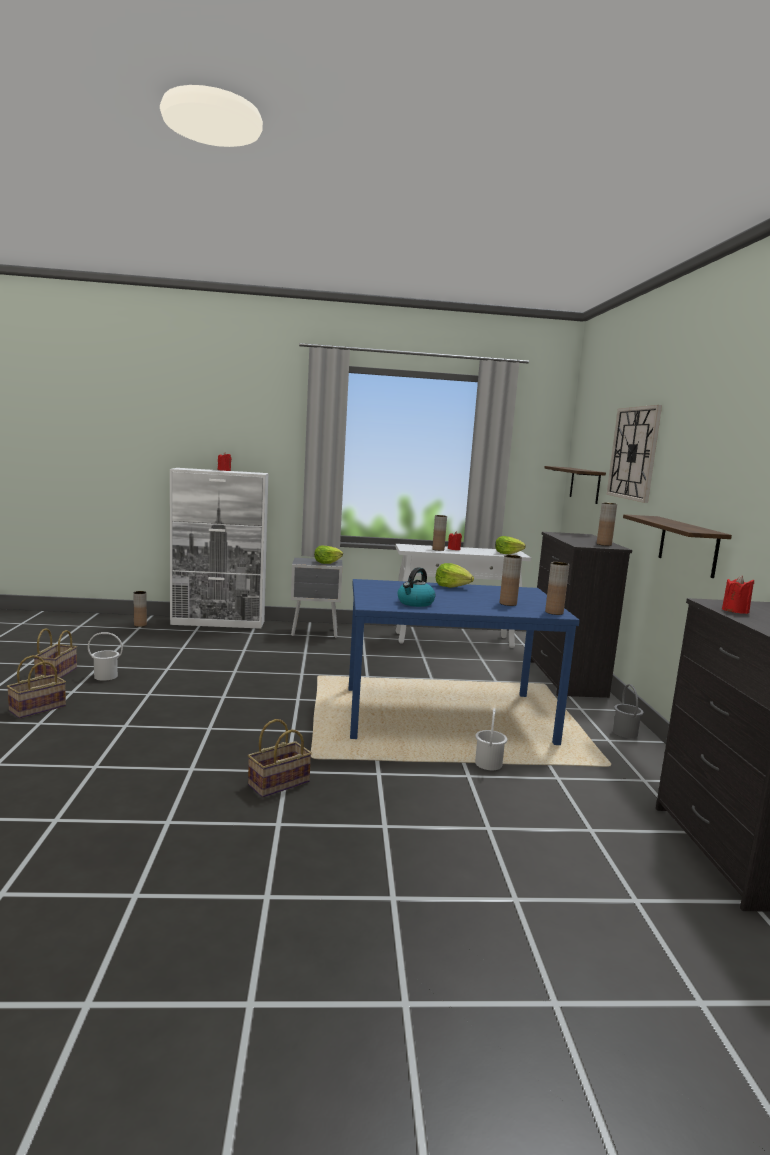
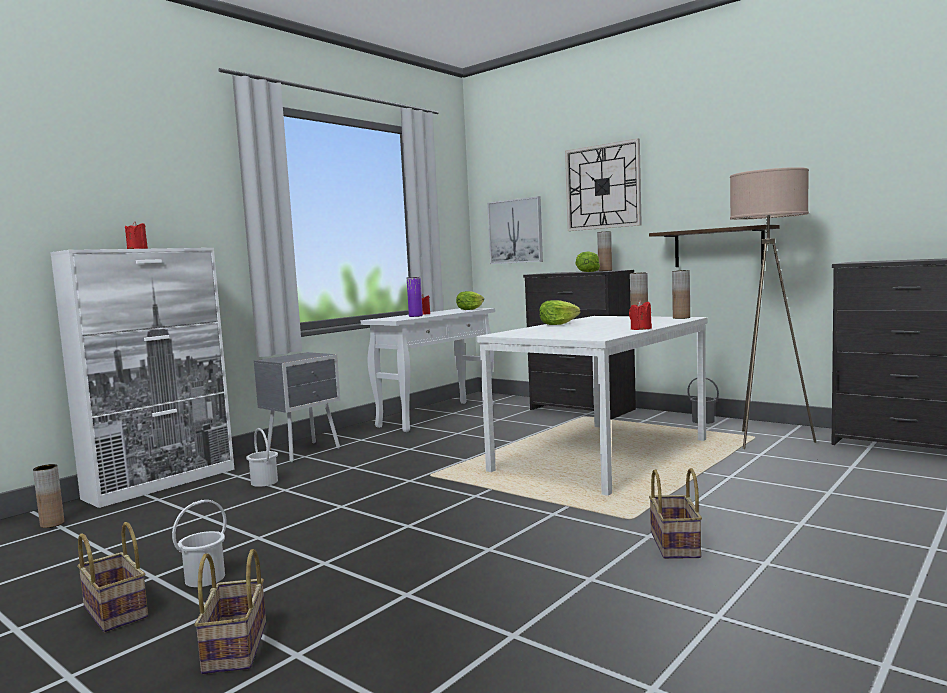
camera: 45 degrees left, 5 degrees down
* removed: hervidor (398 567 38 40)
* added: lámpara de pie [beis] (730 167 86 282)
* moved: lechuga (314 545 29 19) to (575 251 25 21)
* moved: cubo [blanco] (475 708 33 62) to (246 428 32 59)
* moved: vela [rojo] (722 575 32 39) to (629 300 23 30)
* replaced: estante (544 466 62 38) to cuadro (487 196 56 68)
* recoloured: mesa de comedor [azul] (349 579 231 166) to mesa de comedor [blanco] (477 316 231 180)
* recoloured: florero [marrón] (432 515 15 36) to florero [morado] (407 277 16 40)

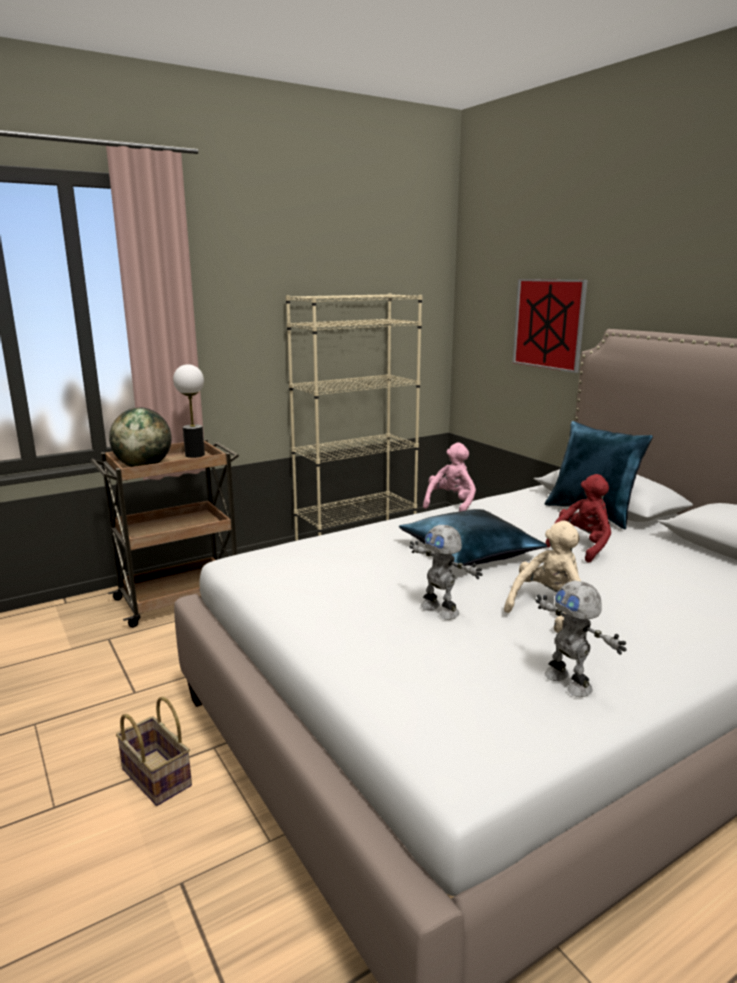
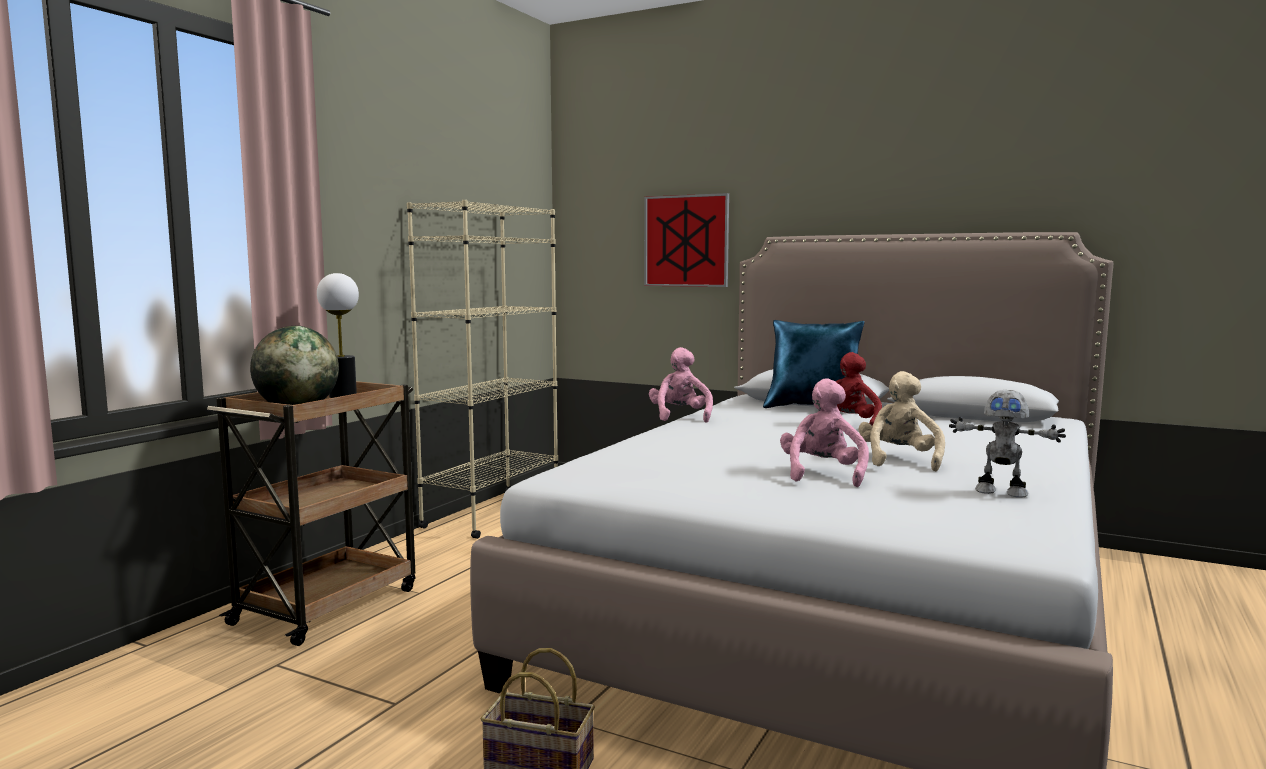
camera: 30 degrees left, 10 degrees down
* removed: cojín [azul] (399 509 148 58)
* replaced: robot de juguete (409 525 74 95) to peluche [rosa] (780 378 89 109)

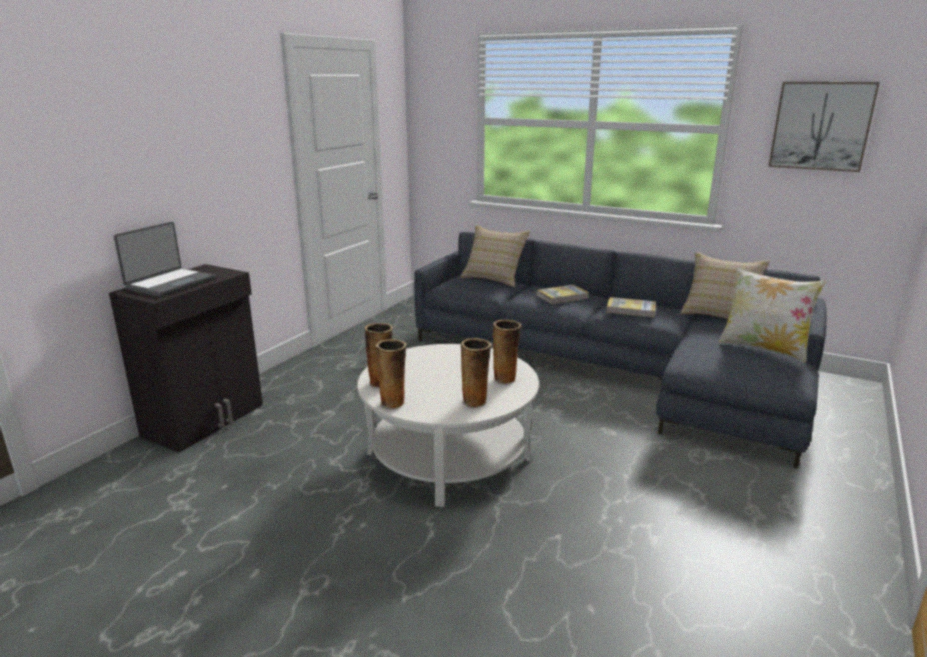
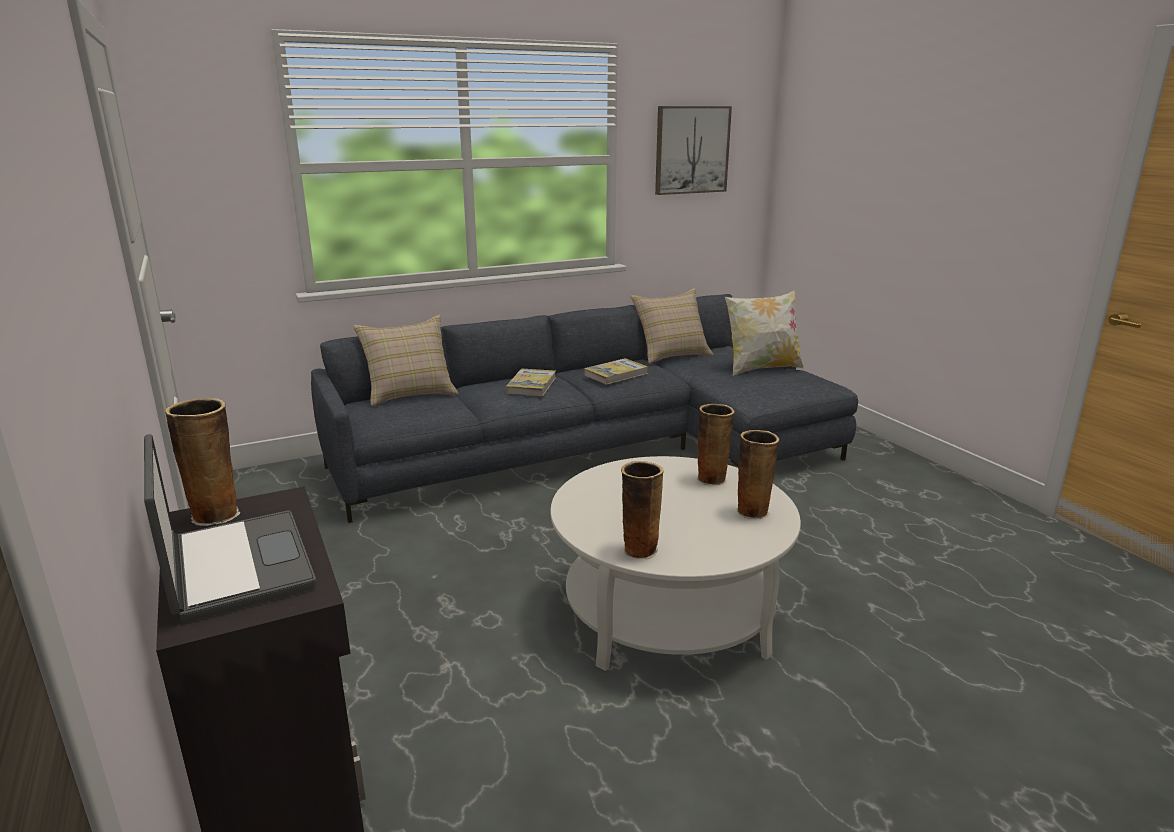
camera: 55 degrees left, 0 degrees up
* moved: florero (376 339 31 70) to (165 398 75 128)

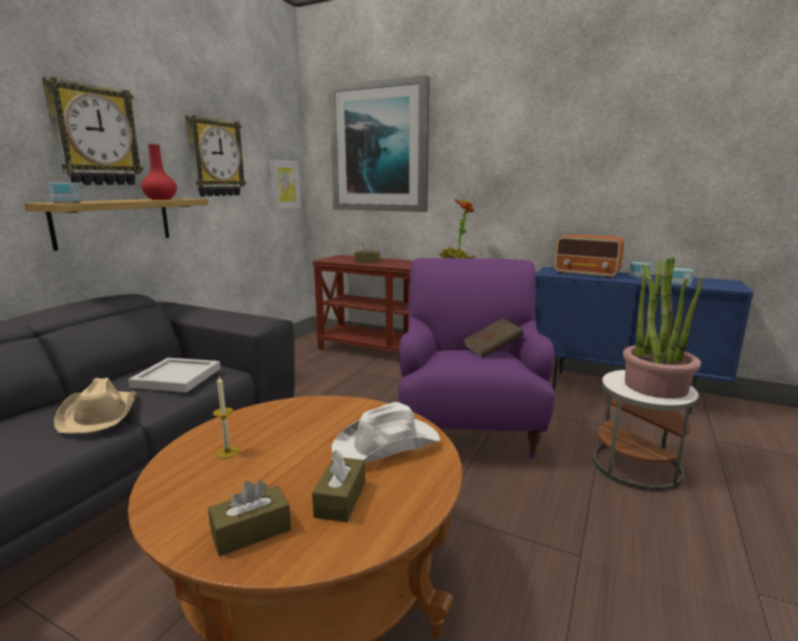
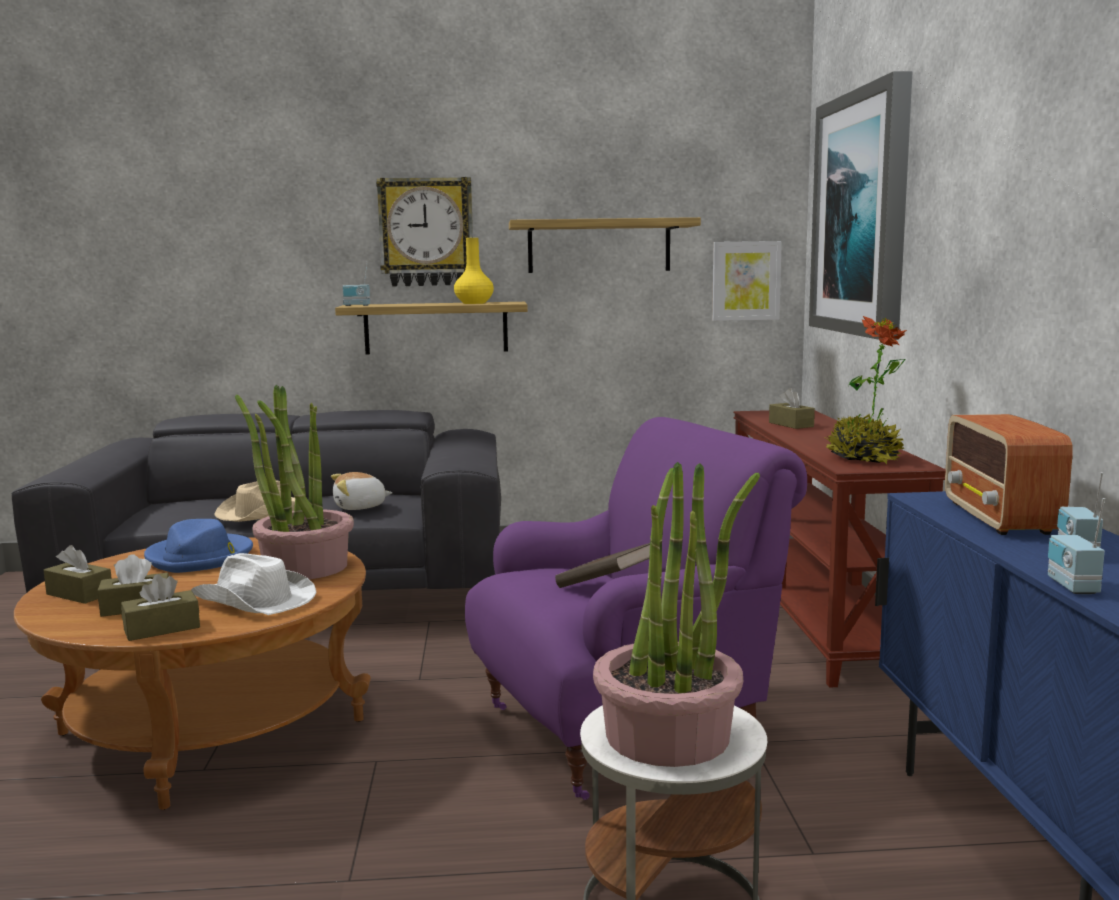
camera: 60 degrees right, 5 degrees down
* added: caja de pañuelos [marrón] (121 574 79 67)
* added: planta en maceta (235 384 119 195)
* replaced: bandeja [blanco] (128 358 93 34) to peluche (331 472 61 38)
* replaced: reloj de pared (185 115 61 81) to estante (509 217 192 56)
* replaced: vela (213 377 26 81) to sombrero [azul] (144 519 109 54)
* recoloured: florero [rojo] (141 144 36 56) to florero [amarillo] (454 238 40 66)

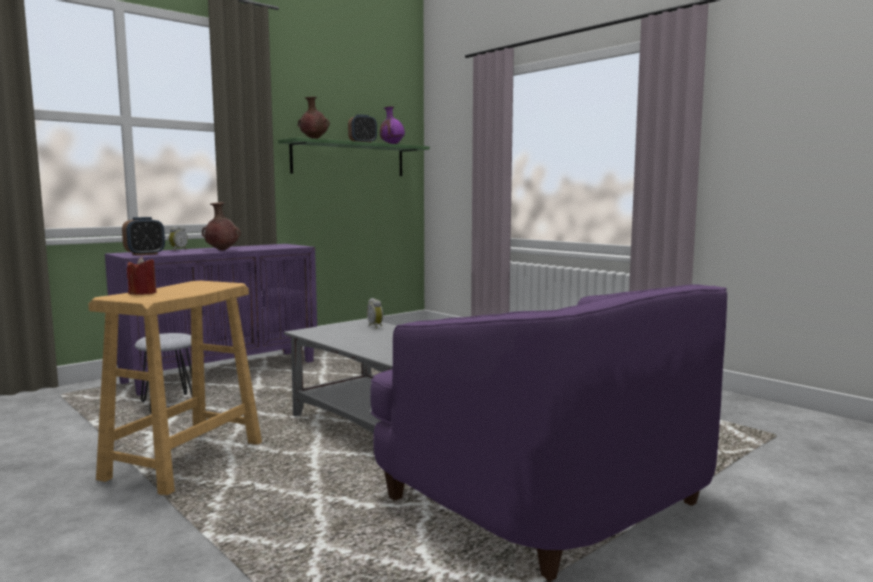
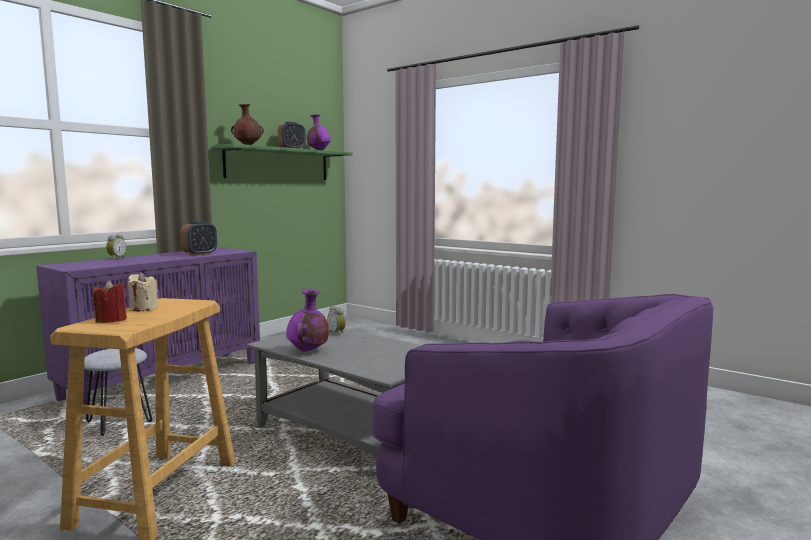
camera: 10 degrees left, 0 degrees up
* removed: florero [marrón] (202 202 39 48)
* added: vela [beis] (128 273 31 38)
* added: florero [morado] (286 289 43 63)
* moved: despertador (122 217 43 39) to (180 221 37 35)

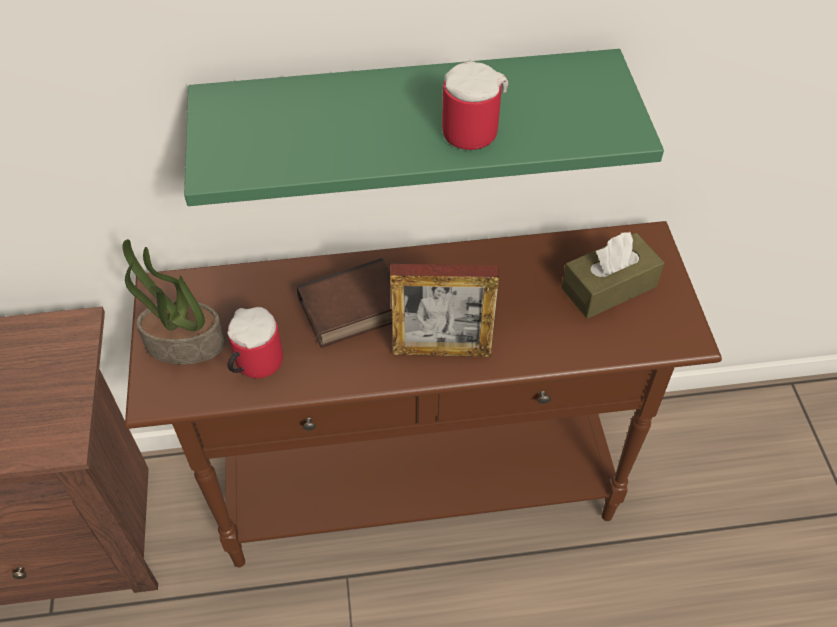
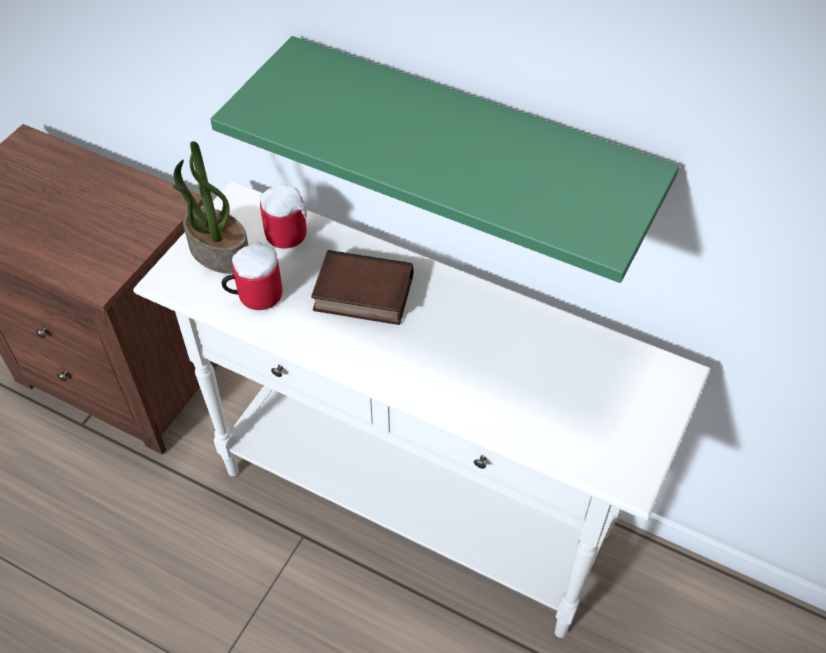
camera: 35 degrees right, 0 degrees up
* removed: portarretratos (390 264 109 93)
* removed: caja de pañuelos [marrón] (561 231 103 88)
* moved: taza grande (442 61 66 89) to (260 185 47 64)
* recoloured: mesa consola [marrón] (125 221 597 346) to mesa consola [blanco] (133 181 578 457)

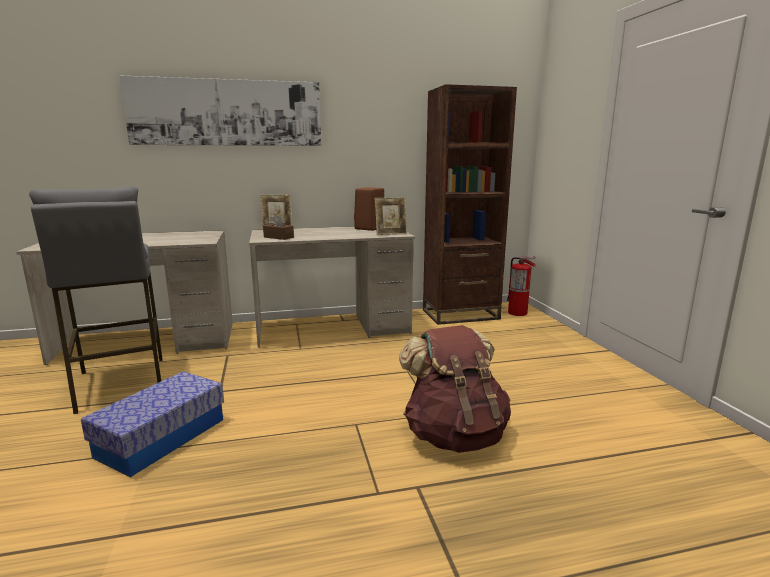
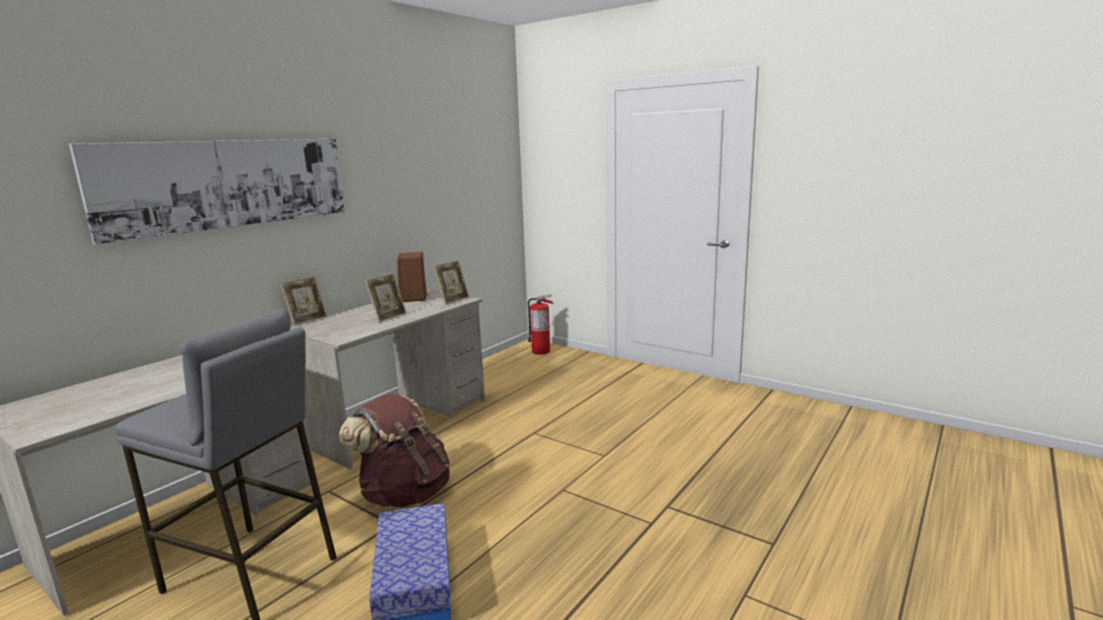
camera: 40 degrees left, 0 degrees up
* removed: caja de pañuelos [marrón] (263 214 31 26)
* removed: estantería [marrón] (423 84 94 241)
* added: portarretratos (365 273 42 50)
* moved: mochila [marrón] (399 325 112 128) to (339 394 111 113)

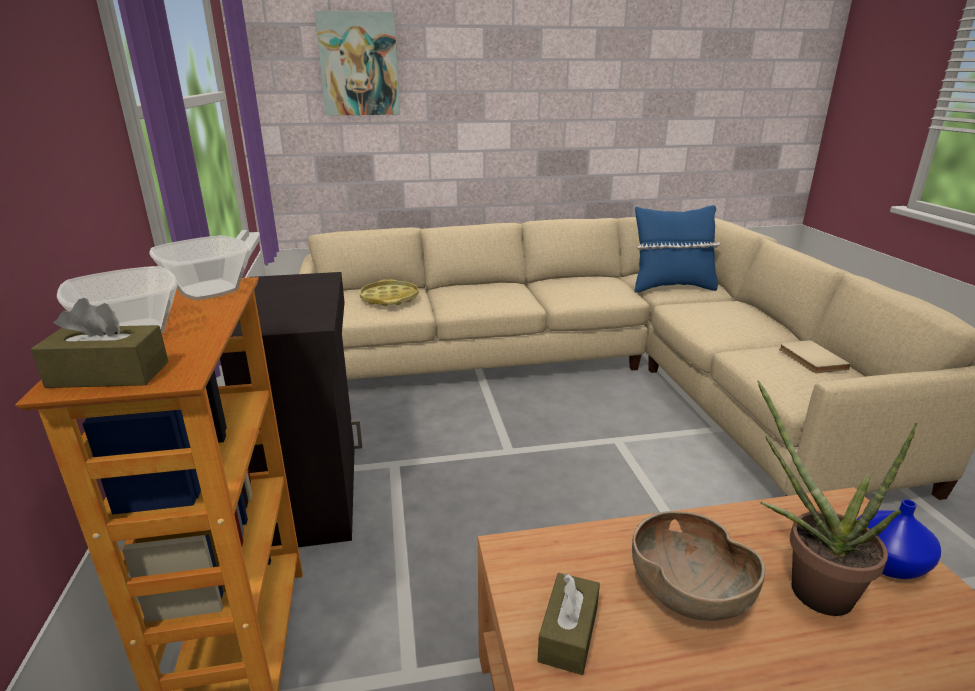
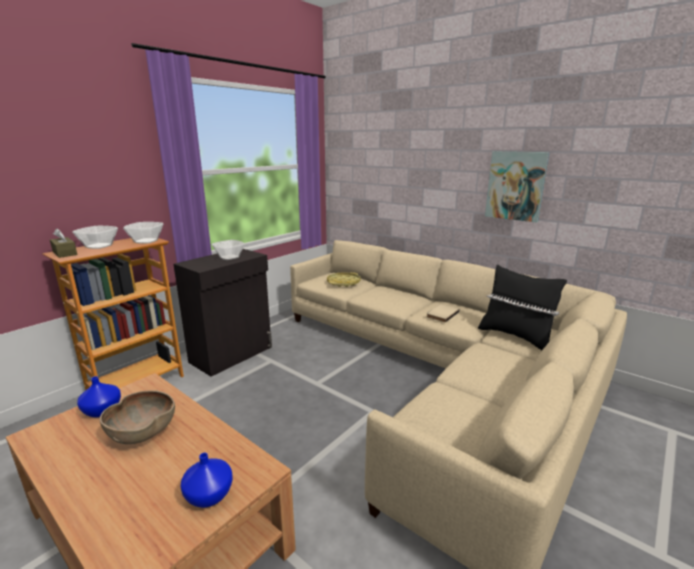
camera: 50 degrees right, 5 degrees down
* removed: planta en maceta (757 380 160 236)
* added: cuenco (212 240 33 20)
* moved: cuadro (315 11 85 105) to (485 151 65 72)
* moved: libro [beis] (779 340 72 33) to (427 304 32 18)
* replaced: caja de pañuelos [marrón] (537 573 63 102) to florero [azul] (77 376 44 41)
* recoloured: cojín [azul] (634 205 86 87) to cojín [negro] (478 265 89 85)

